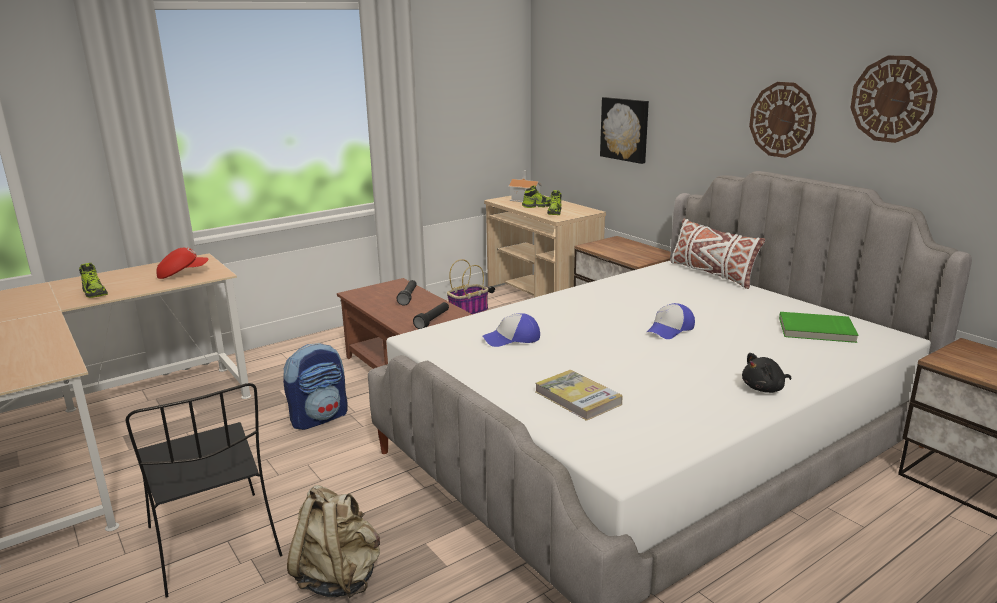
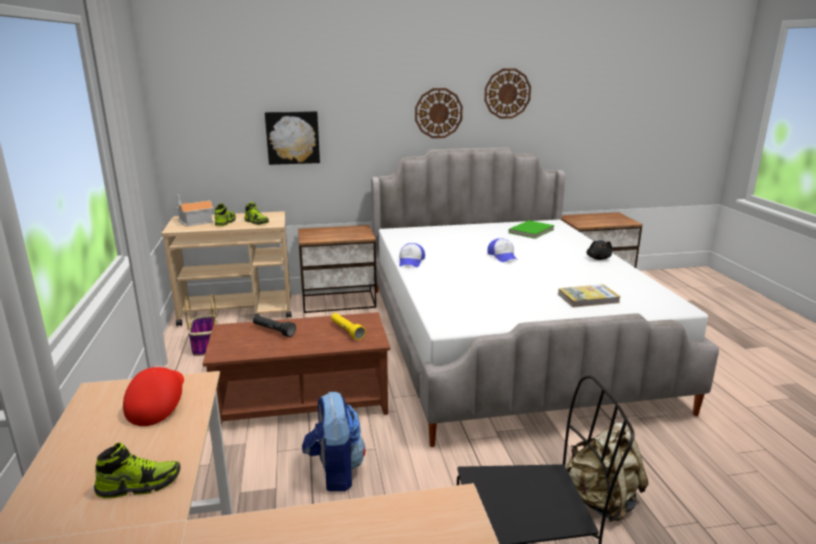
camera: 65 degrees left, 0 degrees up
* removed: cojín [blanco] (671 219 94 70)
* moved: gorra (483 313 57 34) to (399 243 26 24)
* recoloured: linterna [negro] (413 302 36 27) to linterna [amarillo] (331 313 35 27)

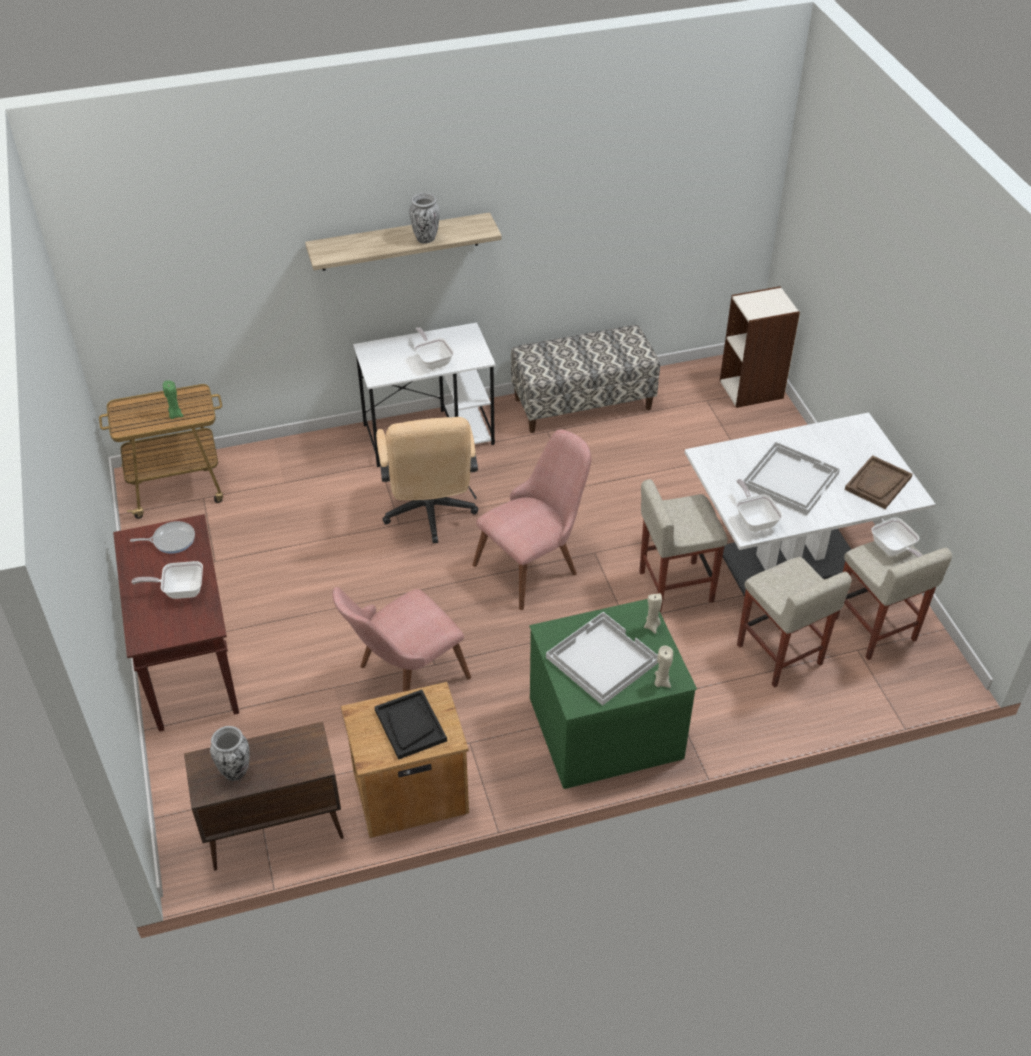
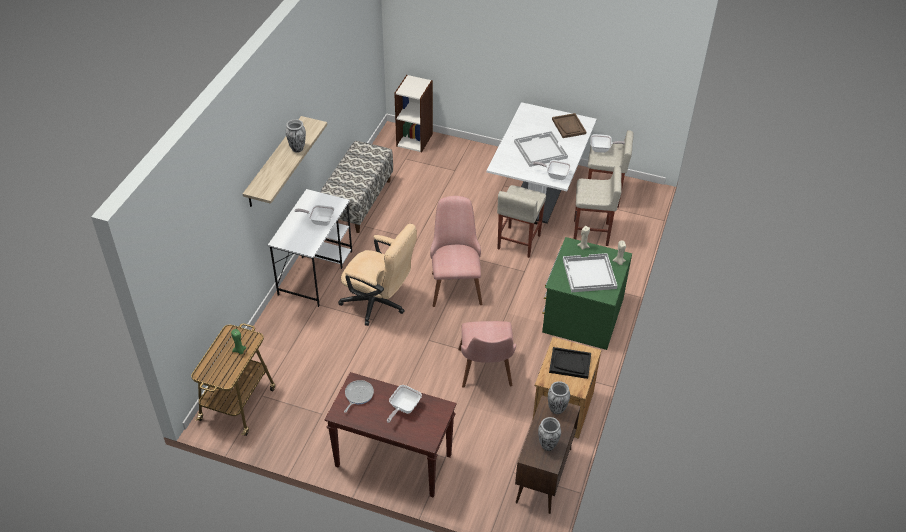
camera: 55 degrees left, 0 degrees up
* added: florero (548 381 22 33)

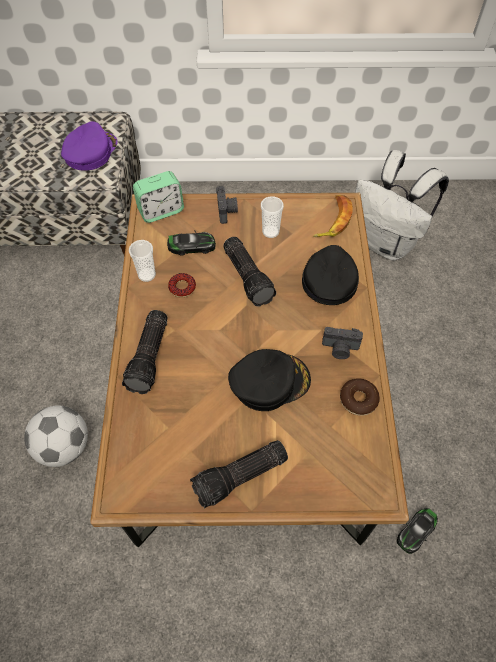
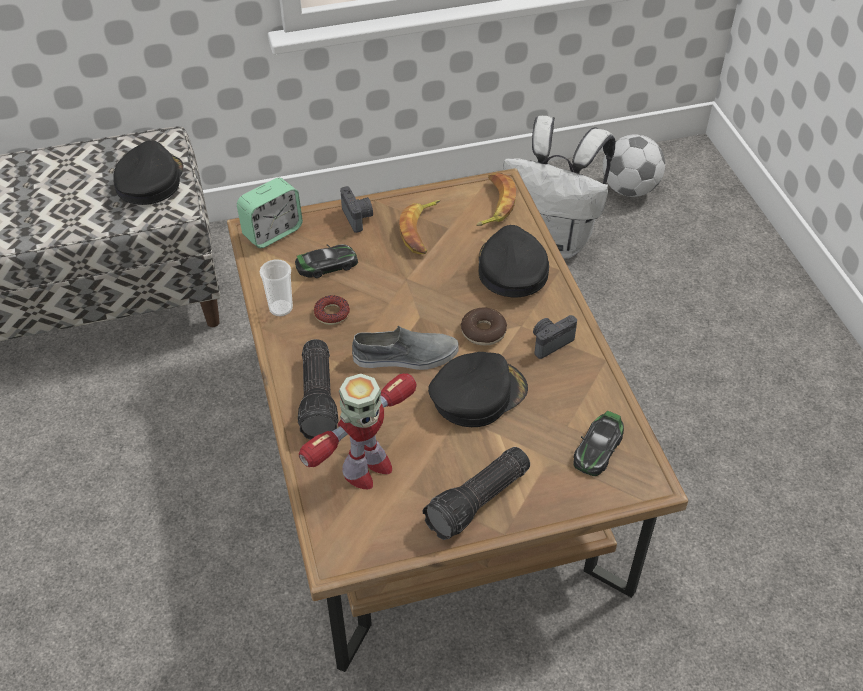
camera: 15 degrees left, 10 degrees down
* removed: linterna (223 237 53 70)
* added: robot de juguete (299 373 118 116)
* added: zapato [gris] (352 326 107 44)
* moved: balón de fútbol (24 406 64 61) to (603 134 62 63)
* moved: rosquilla (340 379 40 37) to (461 307 46 39)
* moved: coche de juguete (397 508 41 46) to (573 411 51 65)
* replaced: taza (261 196 23 42) to plátano (399 200 42 54)
* recoloured: gorra [morado] (61 121 57 50) to gorra [negro] (113 140 71 65)
* turned: cámara (322 327 41 32) = (533 315 44 44) 150 degrees clockwise

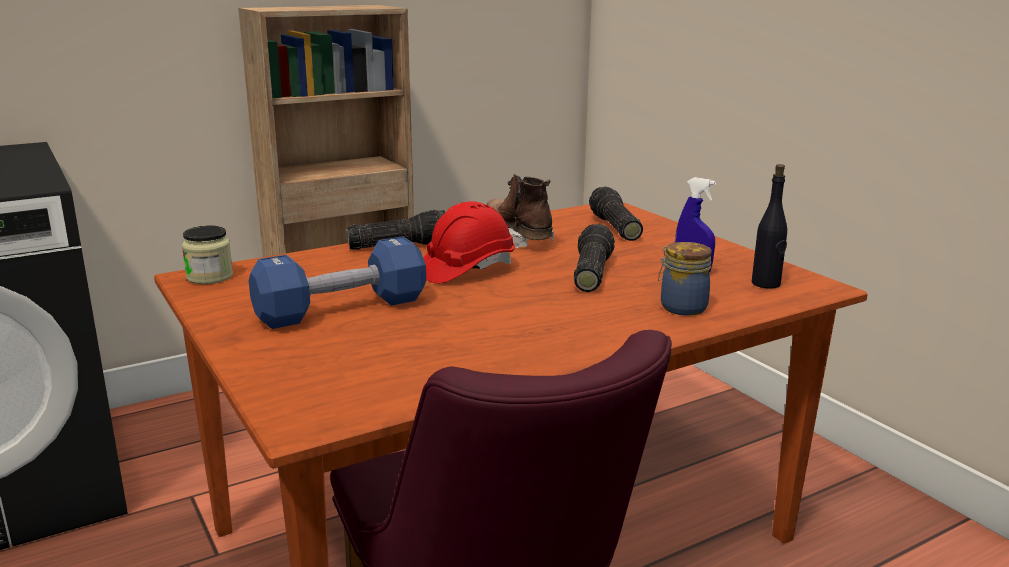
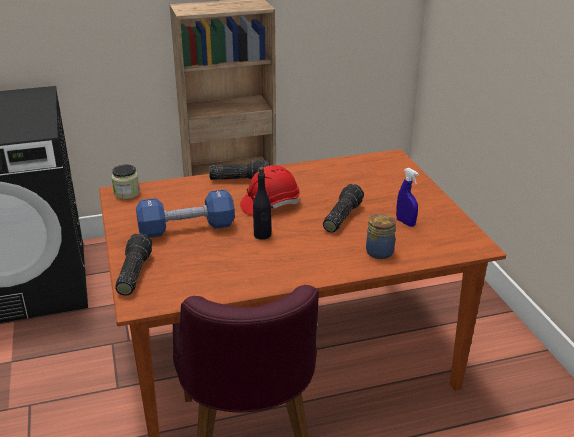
camera: 15 degrees right, 10 degrees up
* removed: bota [marrón] (486 174 68 74)
* moved: linterna (589 186 54 55) to (115 233 37 63)
* moved: botella [negro] (752 164 35 125) to (253 167 18 73)

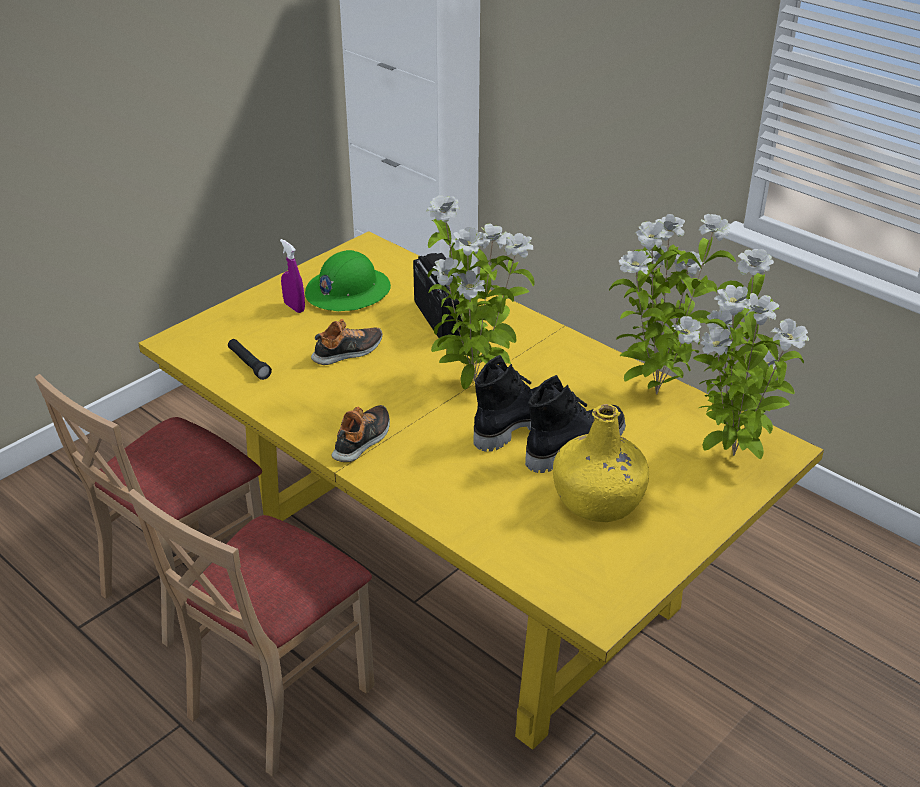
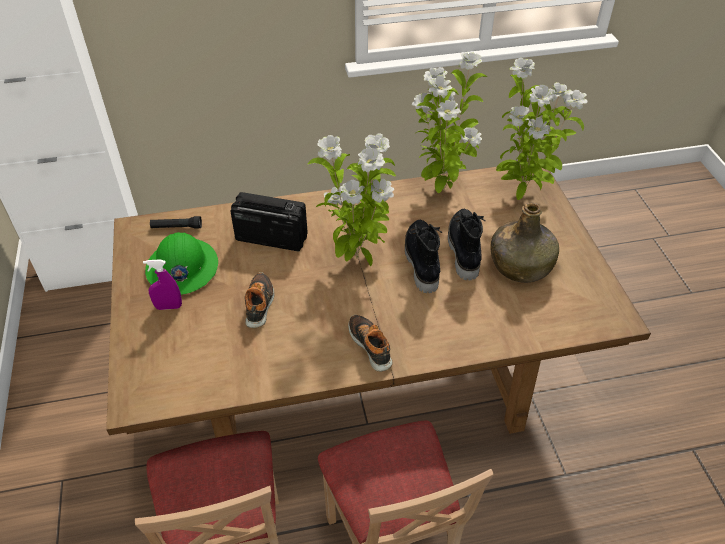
camera: 55 degrees left, 10 degrees up
* moved: linterna [negro] (228 339 44 41) to (150 216 52 13)
* recoloured: mesa de comedor [amarillo] (138 231 686 519) to mesa de comedor [marrón] (106 167 545 271)
* recoloured: botella [amarillo] (553 404 96 118) to botella [verde] (490 202 69 81)

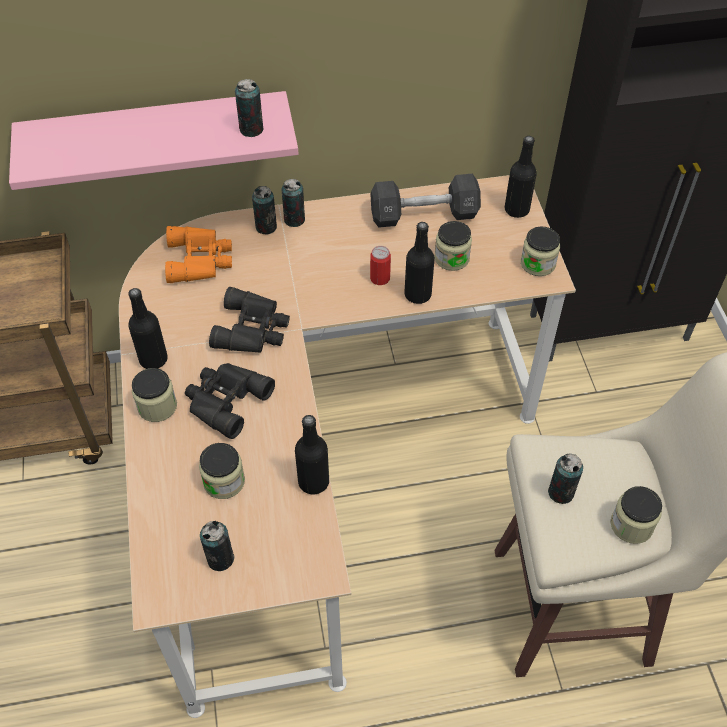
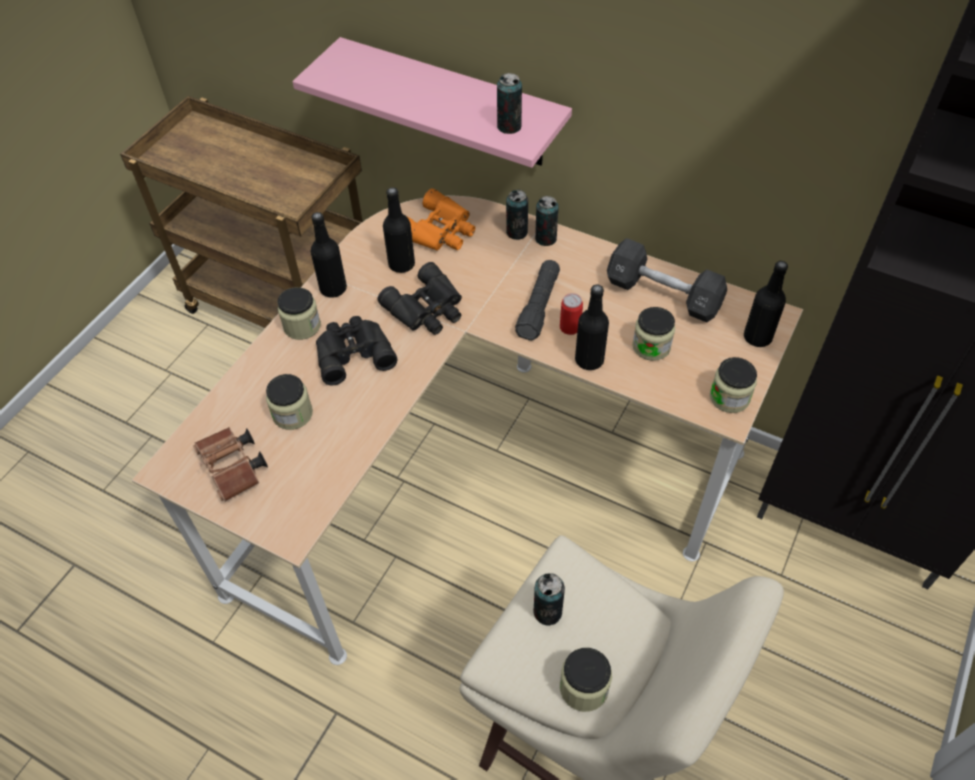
camera: 40 degrees right, 0 degrees up
* added: linterna [negro] (515 260 45 81)
* moved: botella [negro] (295 415 34 80) to (383 187 32 86)
* replaced: lata (200 521 34 50) to prismáticos [marrón] (193 427 75 74)

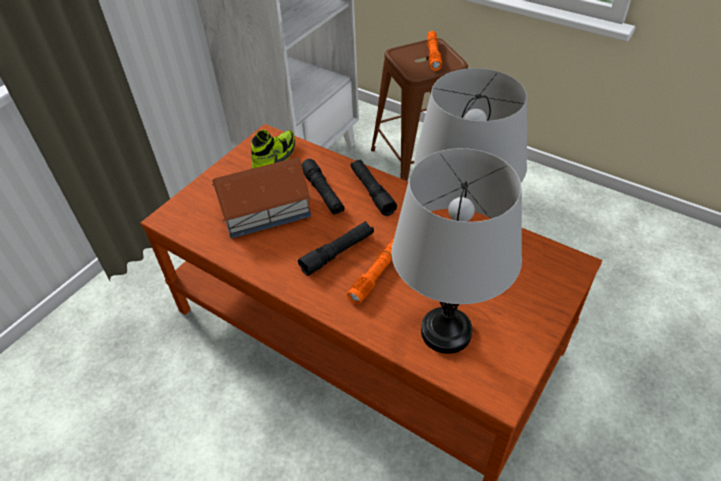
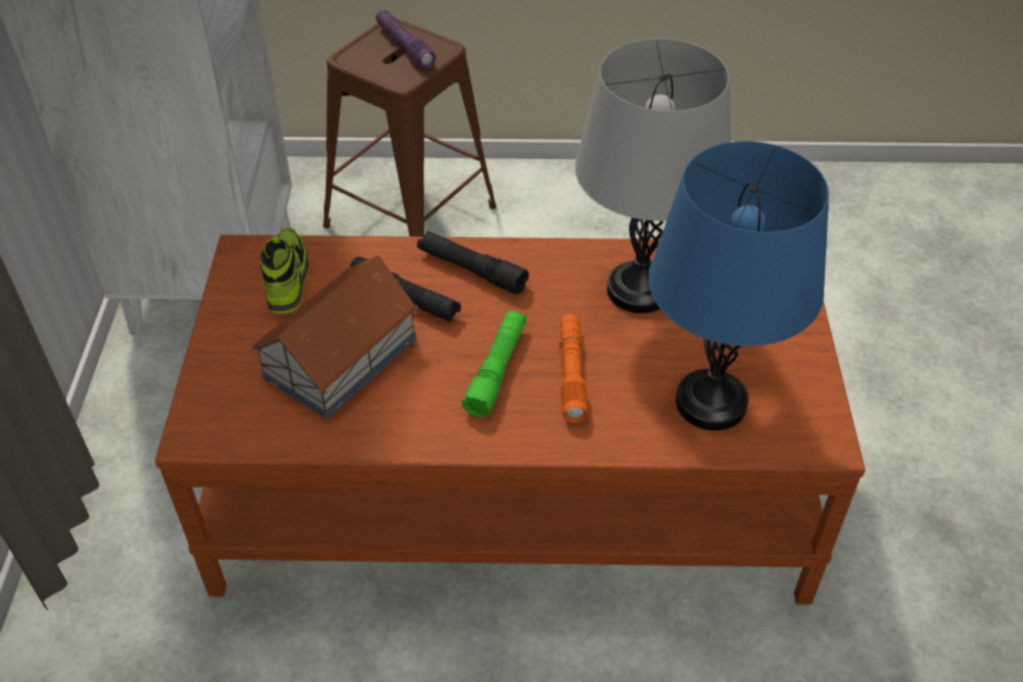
camera: 35 degrees left, 0 degrees up
* recoloured: linterna [negro] (298 221 76 55) to linterna [verde] (462 310 65 108)
* recoloured: lámpara de mesa [gris] (391 148 131 206) to lámpara de mesa [azul] (648 141 181 290)
* recoloured: linterna [naranja] (427 31 15 40) to linterna [morado] (376 9 60 59)

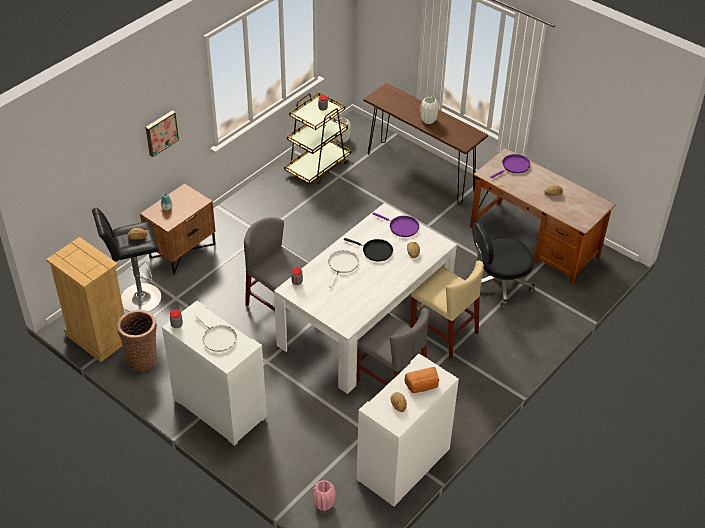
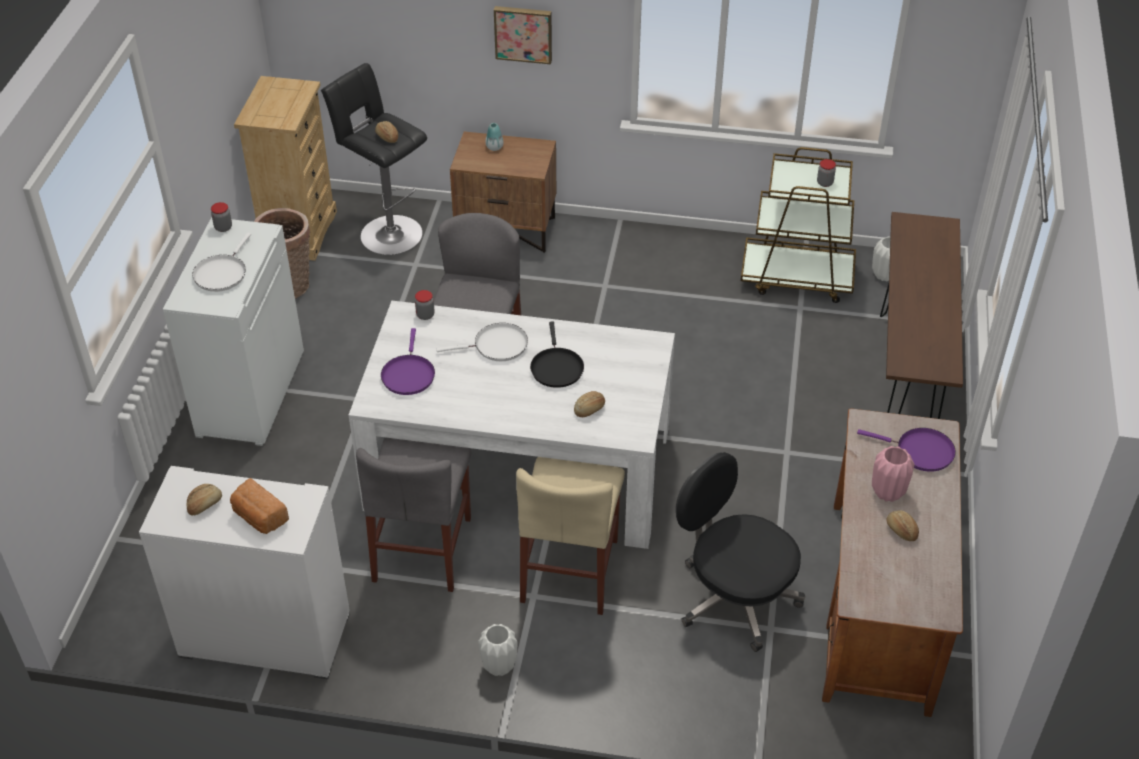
camera: 60 degrees right, 0 degrees up
* moved: florero [rosa] (312 480 23 31) to (872 446 43 56)
* moved: sartén [morado] (372 212 47 25) to (381 328 54 67)
* moved: florero [blanco] (421 97 18 27) to (478 624 39 52)

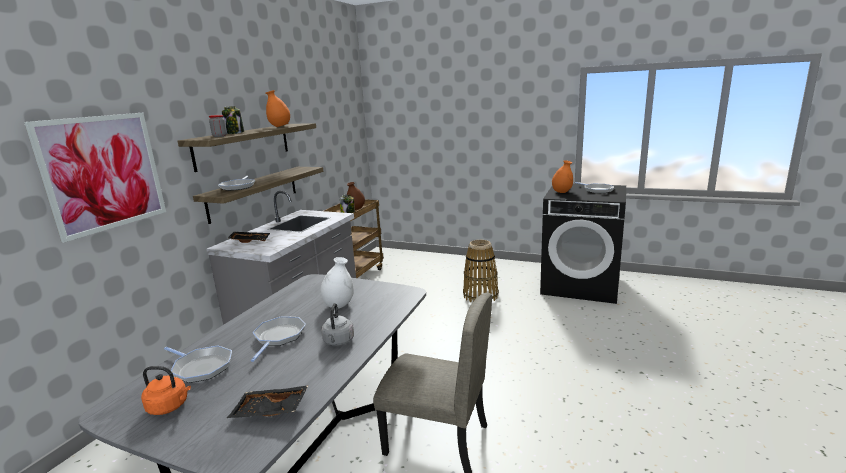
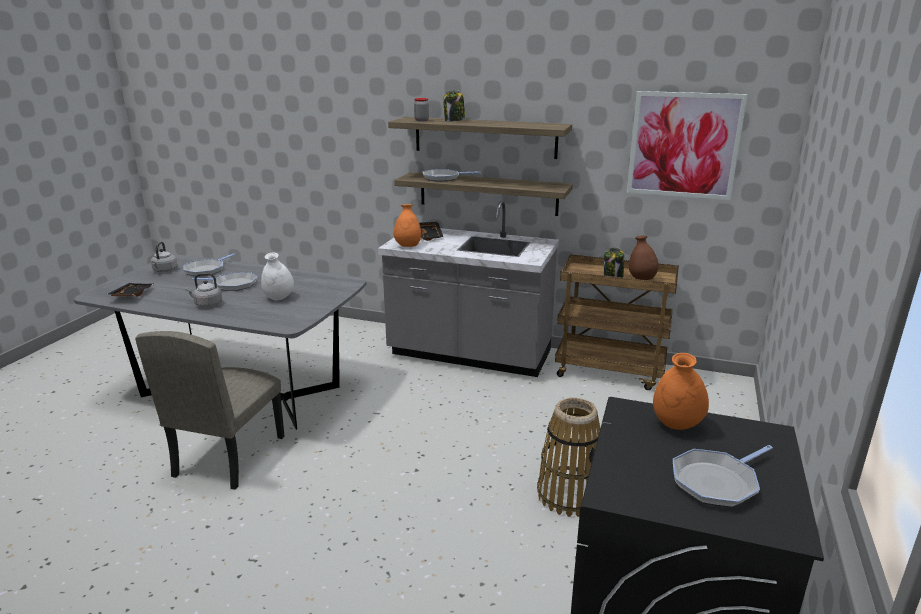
camera: 85 degrees right, 5 degrees up
* moved: cuadro (24 113 142 130) to (627 91 121 109)
* moved: florero [naranja] (266 90 24 37) to (394 204 27 43)
* recoloured: hervidor [naranja] (141 366 50 49) to hervidor [gris] (151 242 26 30)

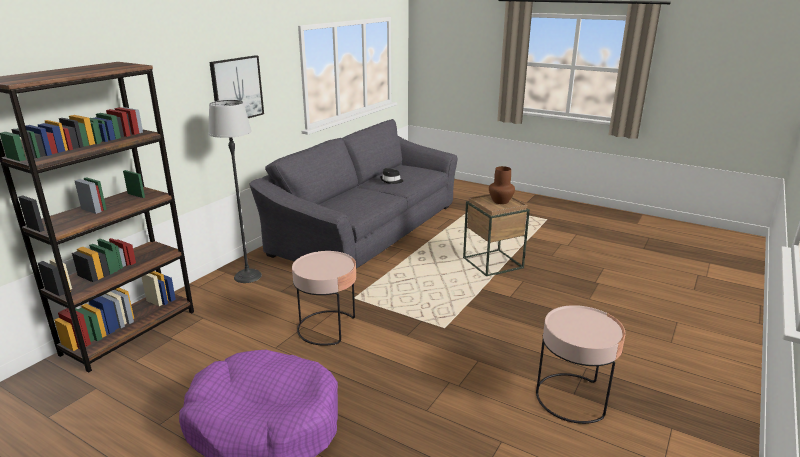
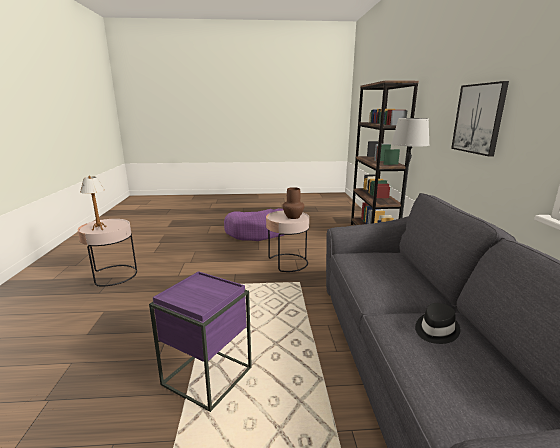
camera: 145 degrees right, 5 degrees down
* added: lámpara de mesa (80 176 27 54)
* moved: florero [marrón] (489 166 26 38) to (282 187 22 32)
* recoloured: mesa auxiliar [marrón] (463 194 67 82) to mesa auxiliar [morado] (149 271 103 141)

